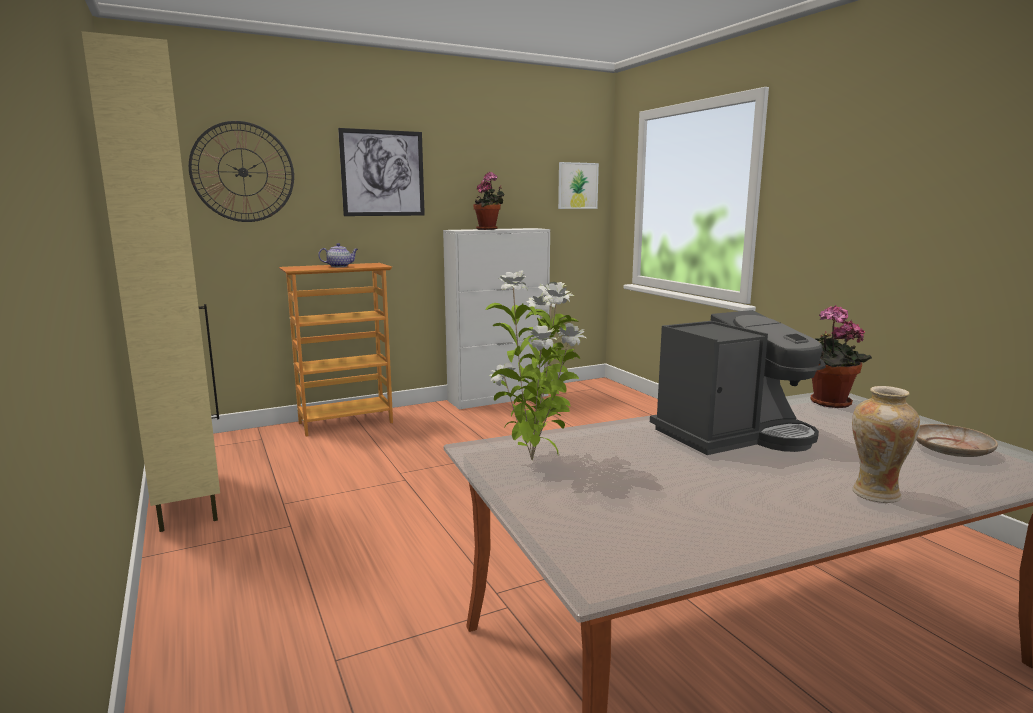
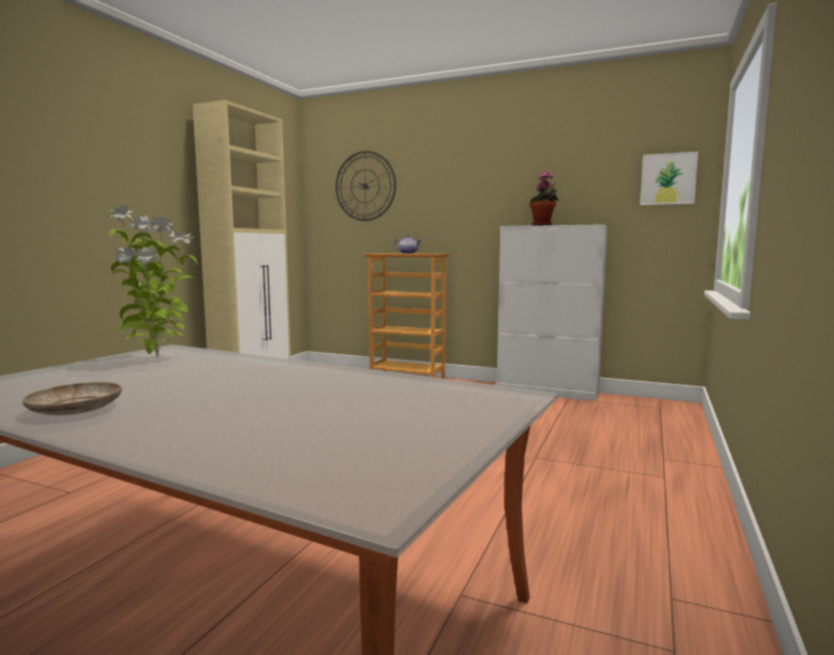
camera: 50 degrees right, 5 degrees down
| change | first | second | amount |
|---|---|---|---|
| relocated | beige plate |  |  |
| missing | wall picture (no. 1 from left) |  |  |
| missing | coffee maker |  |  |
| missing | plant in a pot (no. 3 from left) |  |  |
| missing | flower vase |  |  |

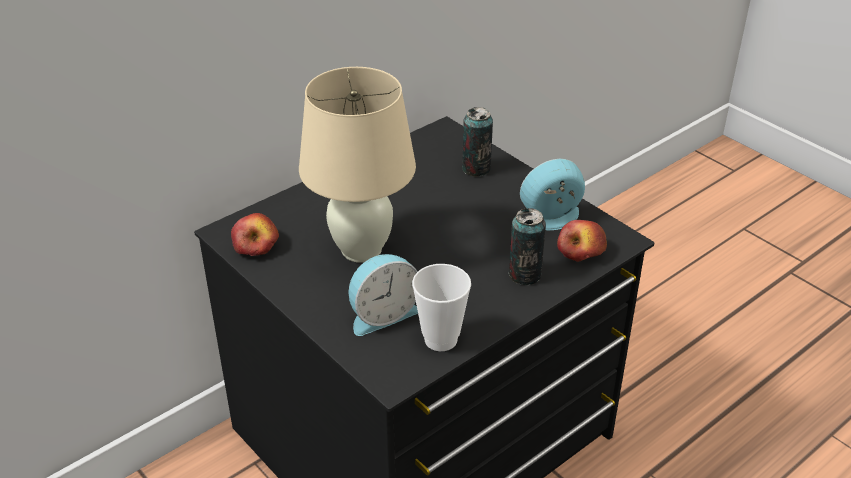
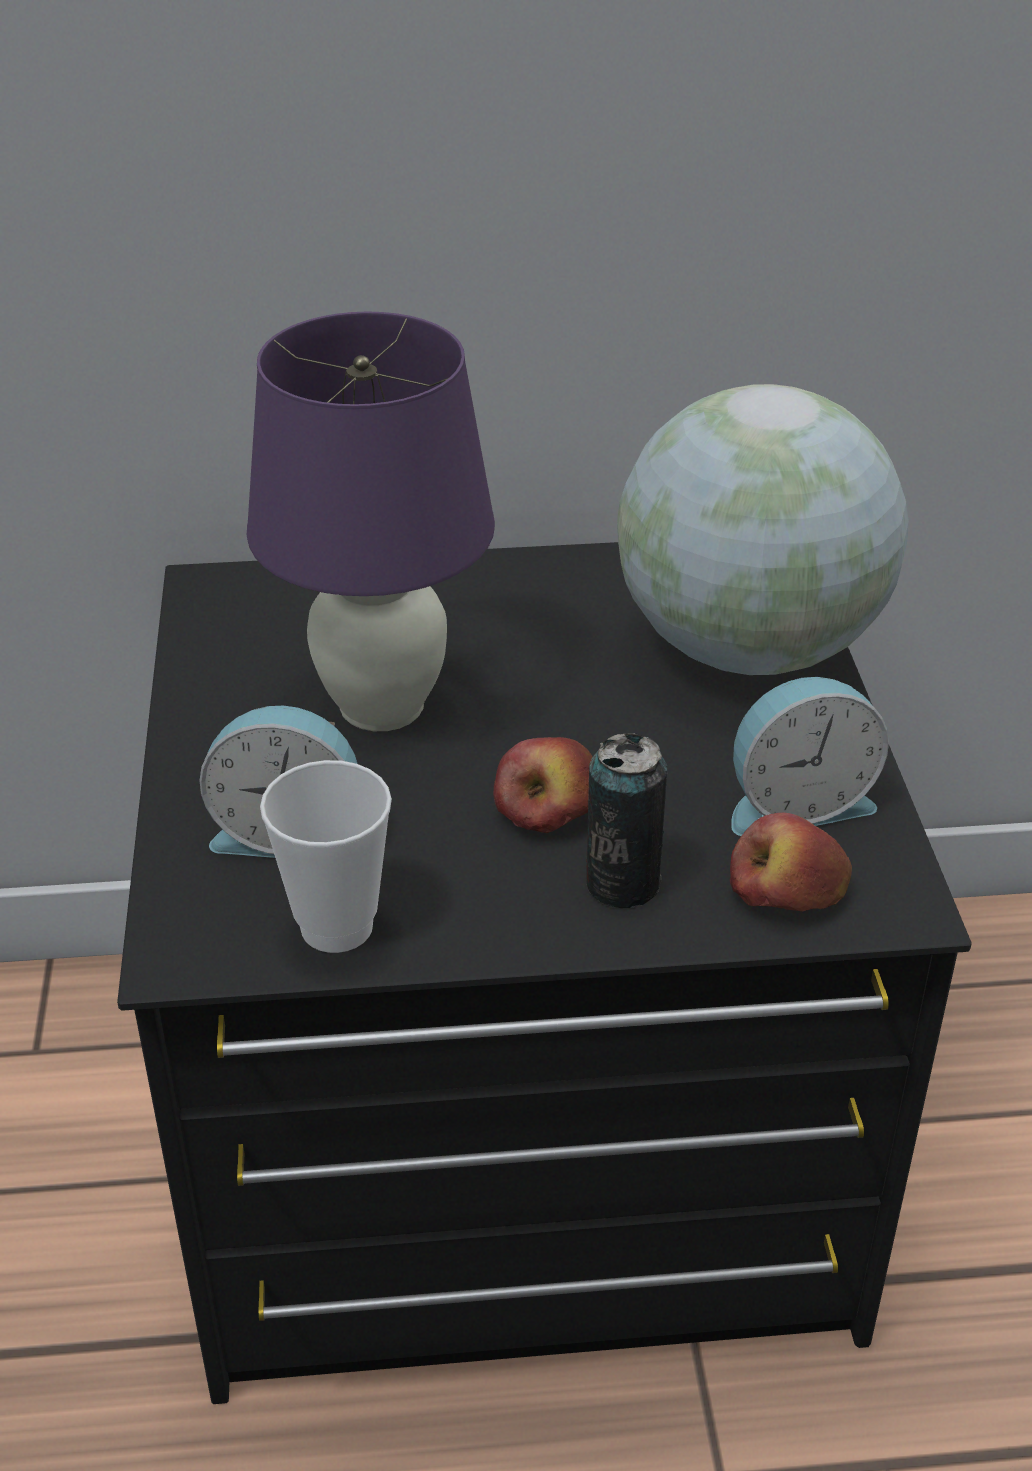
camera: 35 degrees right, 0 degrees up
| change | first | second | amount |
|---|---|---|---|
| colour | beige tabletop lamp | purple tabletop lamp |  |
| relocated | apple (no. 1 from left) |  |  |
| exchanged | metal can (no. 1 from left) | globe |  |
| spun | alarm clock (no. 2 from left) |  | 150 degrees clockwise |

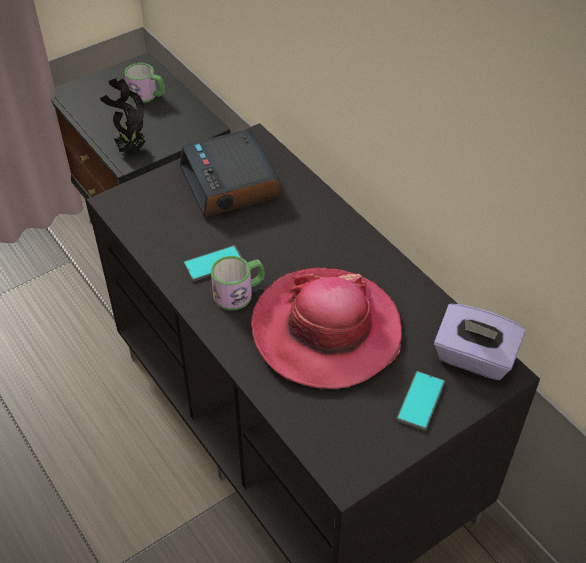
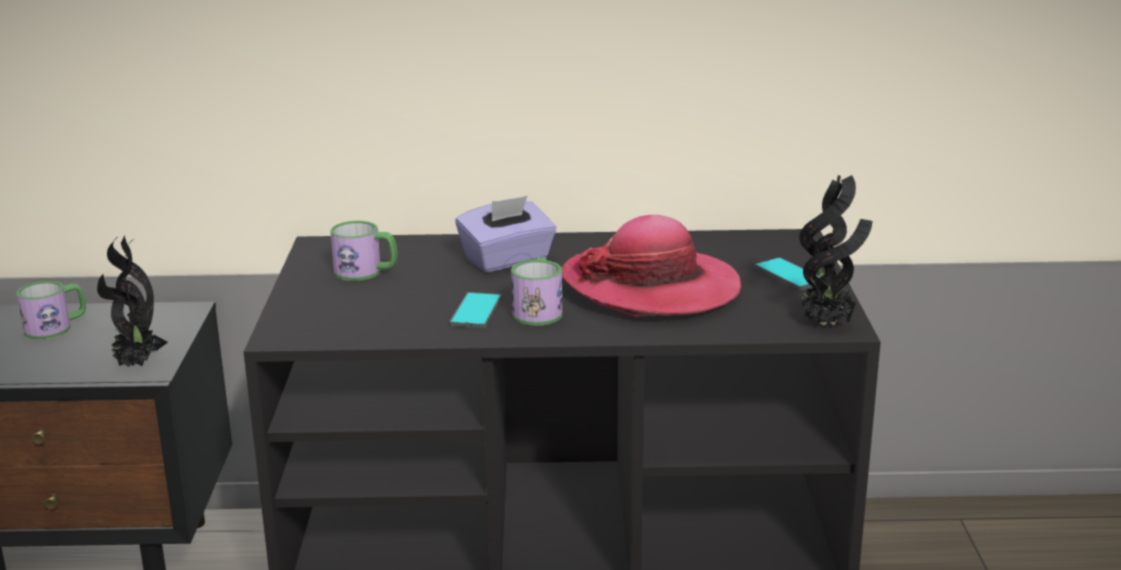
camera: 55 degrees left, 25 degrees down
| change | first | second | amount |
|---|---|---|---|
| exchanged | alarm clock | tea mug (no. 2 from left) |  |
| relocated | purple box of tissues |  |  |
| appeared |  | plant in a pot (no. 2 from left) |  |

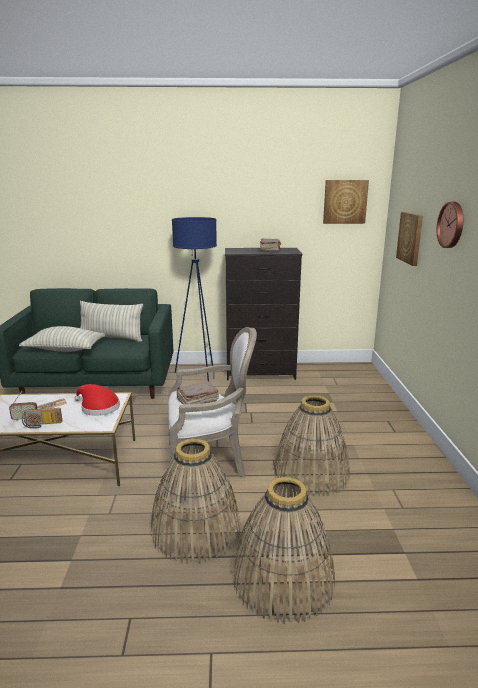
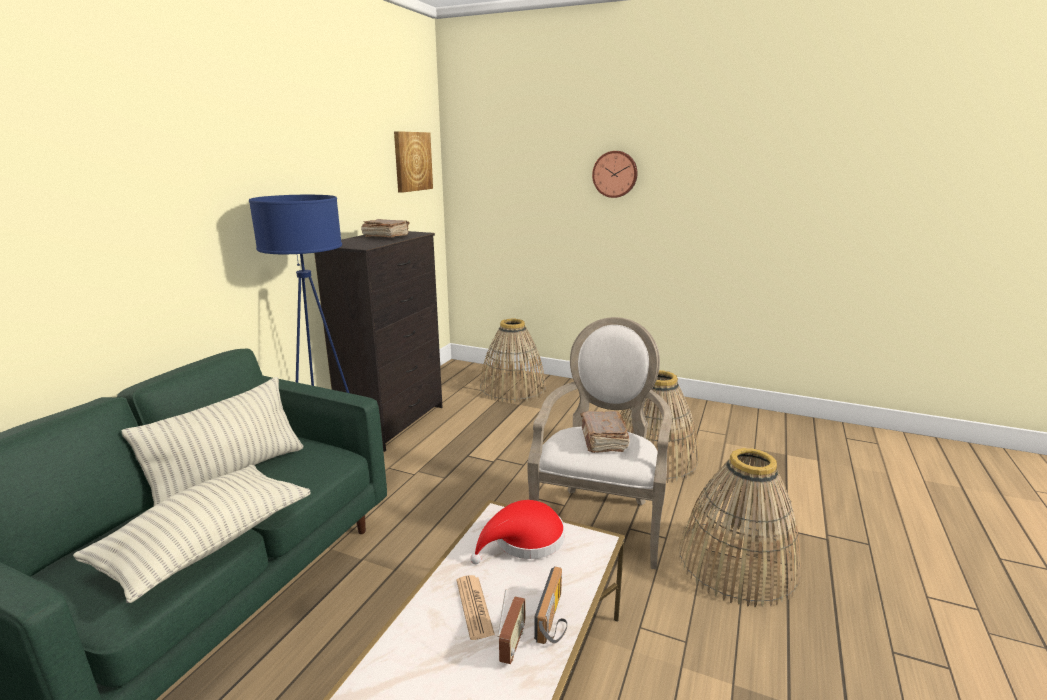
camera: 65 degrees left, 0 degrees up
| change | first | second | amount |
|---|---|---|---|
| relocated | household basket (no. 2 from left in the first image) | household basket (no. 1 from left) |  |
| missing | wall picture (no. 2 from left) |  |  |

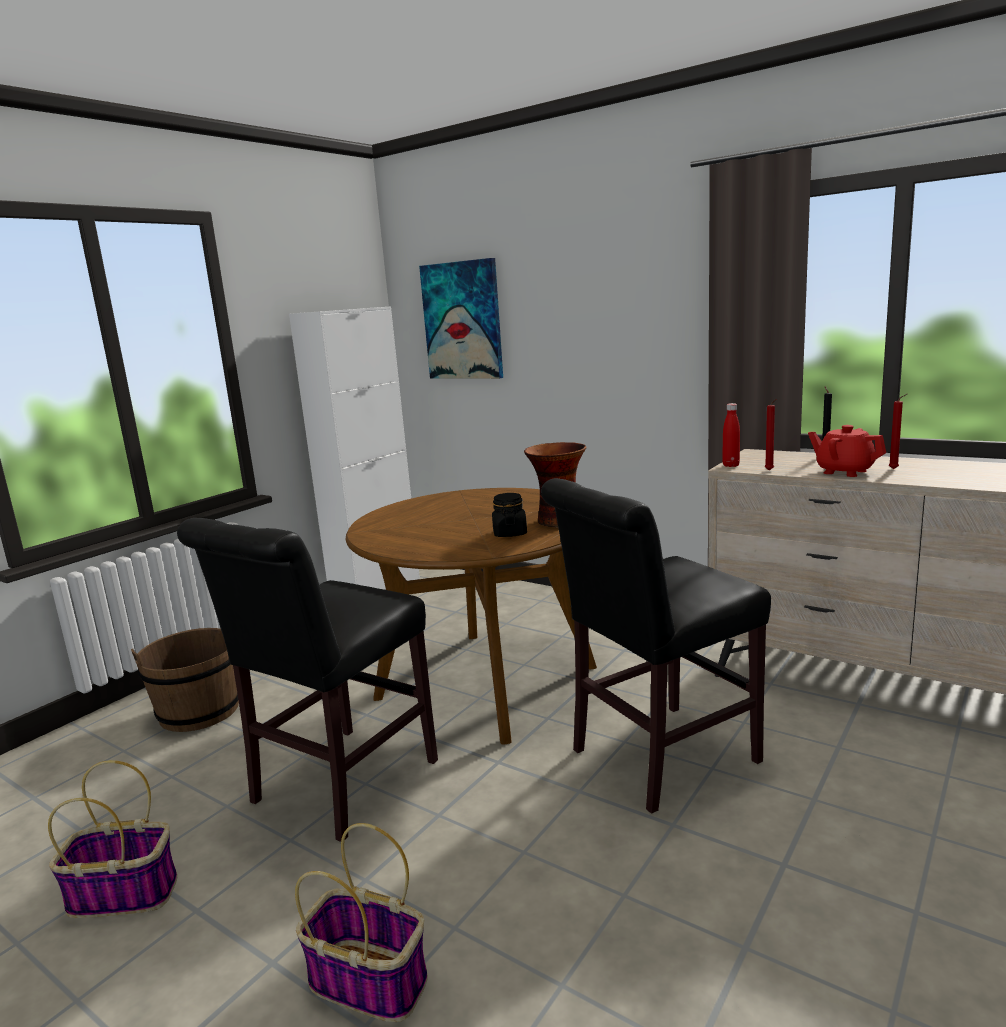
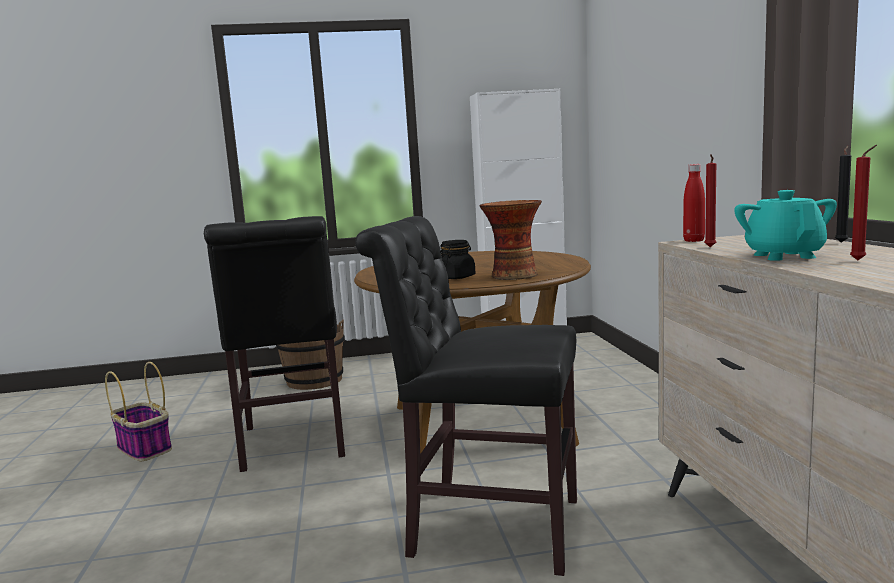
camera: 45 degrees right, 5 degrees down
| change | first | second | amount |
|---|---|---|---|
| spun | black chair (no. 1 from left) |  | 90 degrees counterclockwise |
| colour | red teapot | turquoise teapot |  |
| missing | household basket (no. 2 from left) |  |  |
| missing | wall picture |  |  |

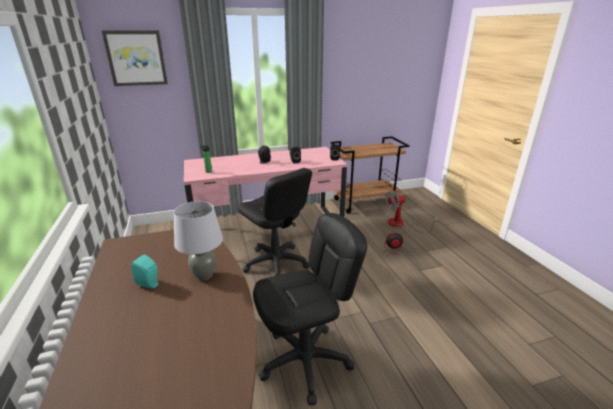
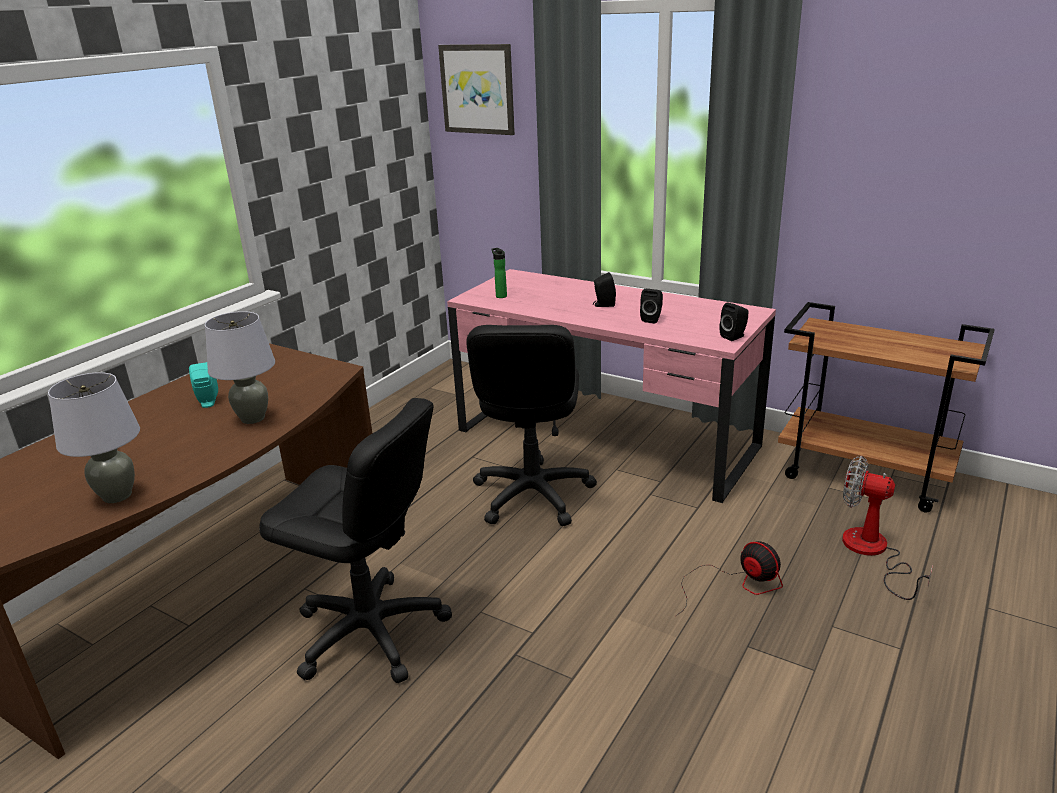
camera: 50 degrees right, 0 degrees up
| change | first | second | amount |
|---|---|---|---|
| appeared |  | gray tabletop lamp (no. 1 from left) |  |

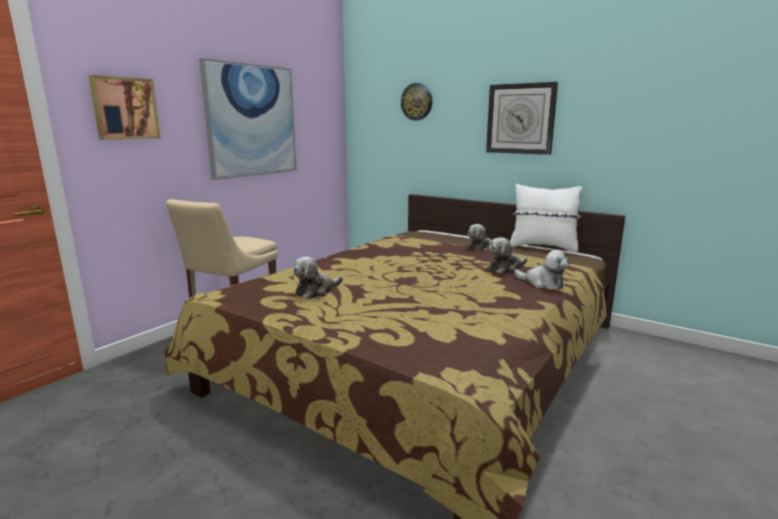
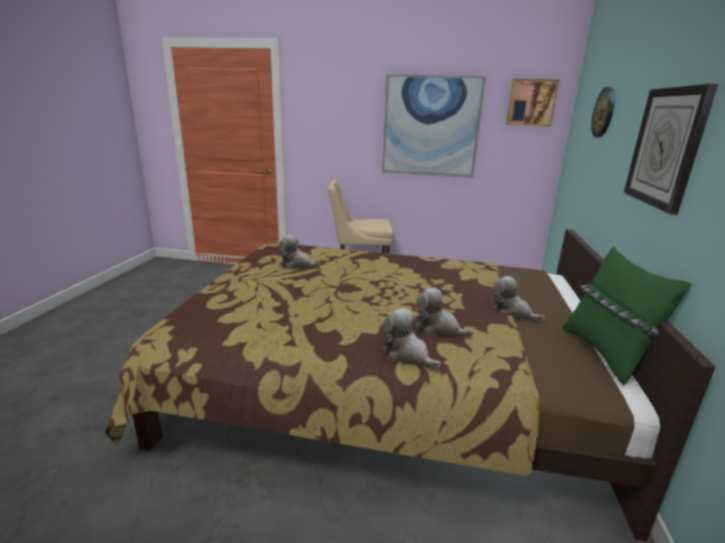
camera: 65 degrees right, 5 degrees up
| change | first | second | amount |
|---|---|---|---|
| spun | cuddly toy (no. 4 from left in the first image) | cuddly toy (no. 2 from left) | 120 degrees clockwise |
| relocated | wall picture (no. 1 from left in the first image) | wall picture (no. 2 from left) |  |
| colour | white-coloured cushion | greenish cushion |  |

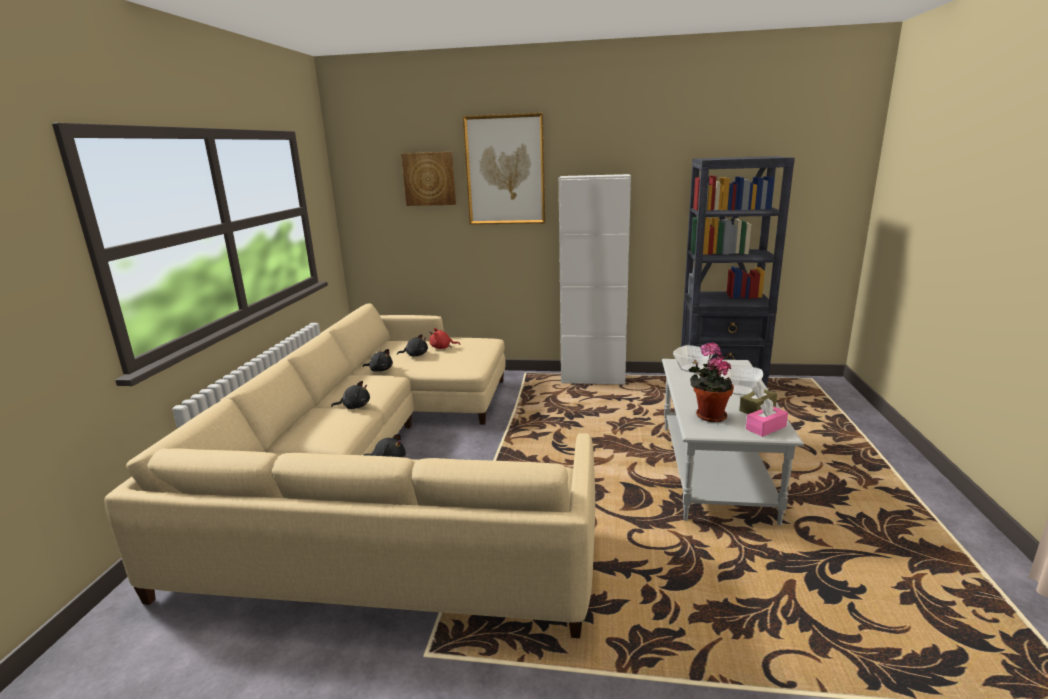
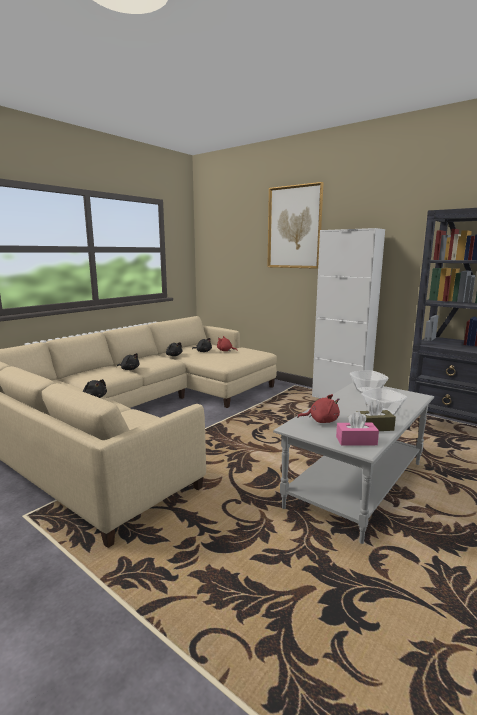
camera: 30 degrees right, 5 degrees down
| change | first | second | amount |
|---|---|---|---|
| exchanged | plant in a pot | red cuddly toy (no. 2 from left) |  |
| missing | wall picture (no. 1 from left) |  |  |

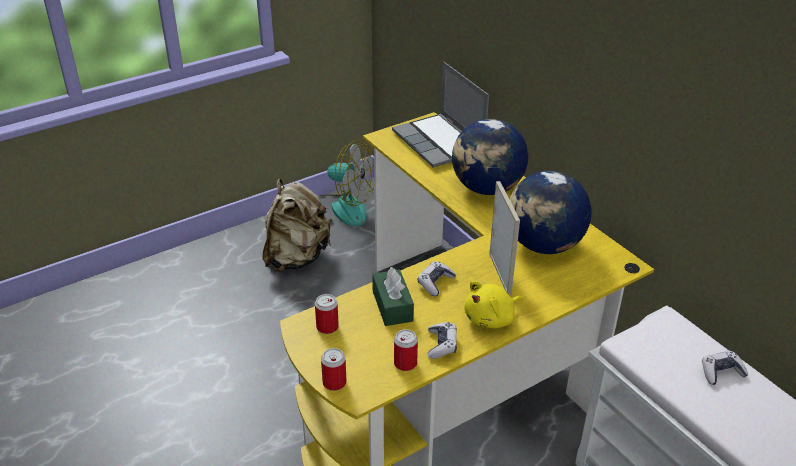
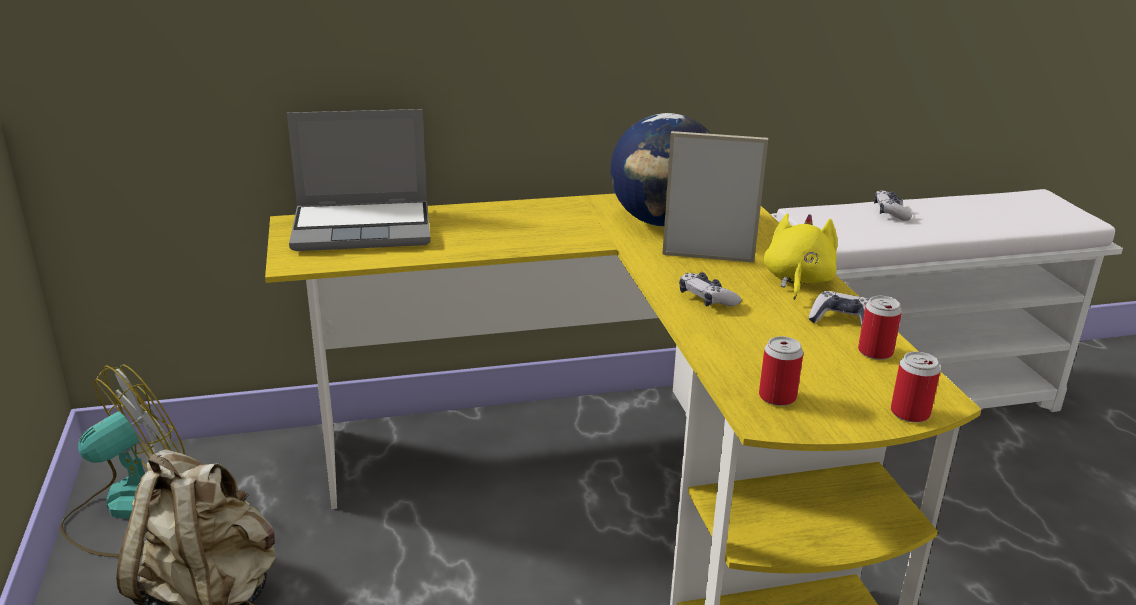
camera: 70 degrees left, 10 degrees down
| change | first | second | amount |
|---|---|---|---|
| spun | yellow cuddly toy |  | 150 degrees counterclockwise |
| missing | greenish box of tissues |  |  |
| missing | globe (no. 1 from left) |  |  |

